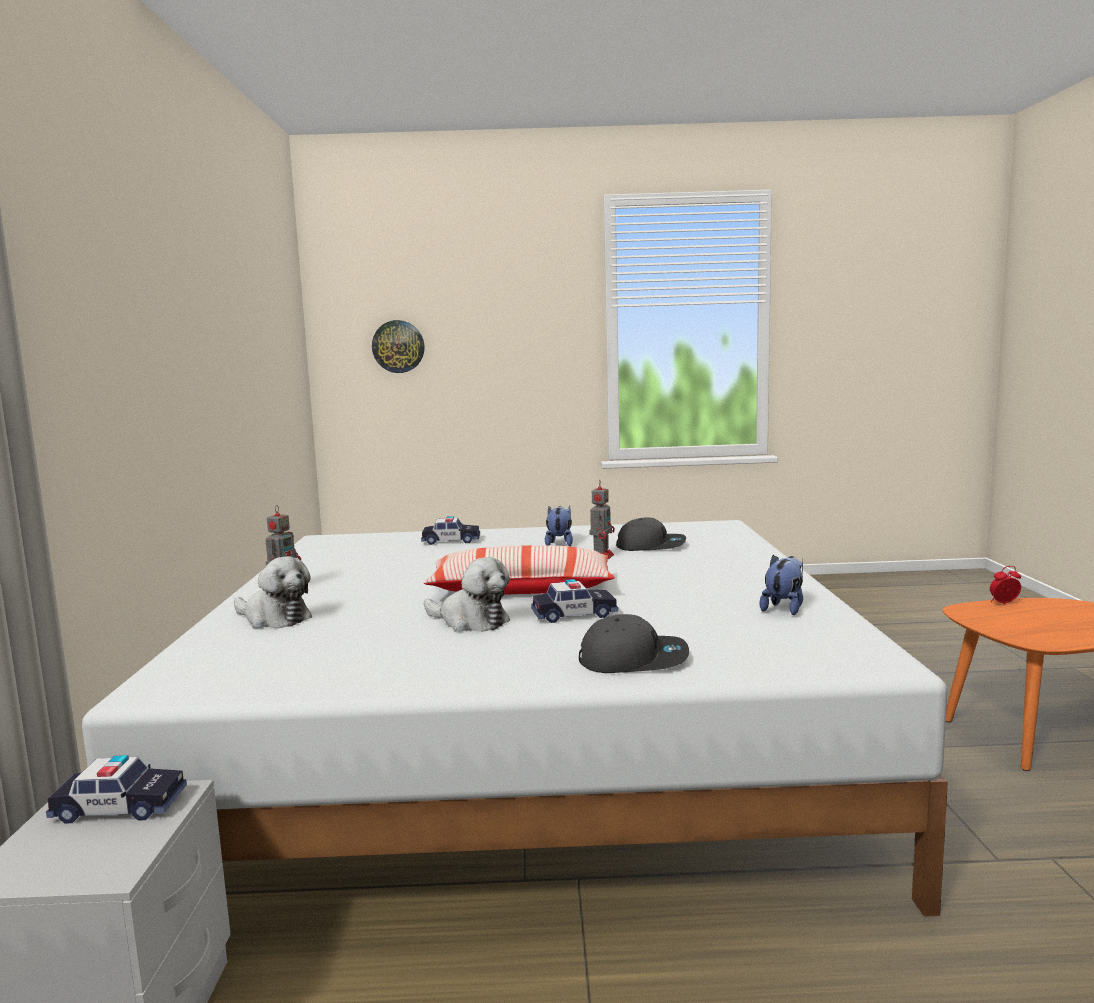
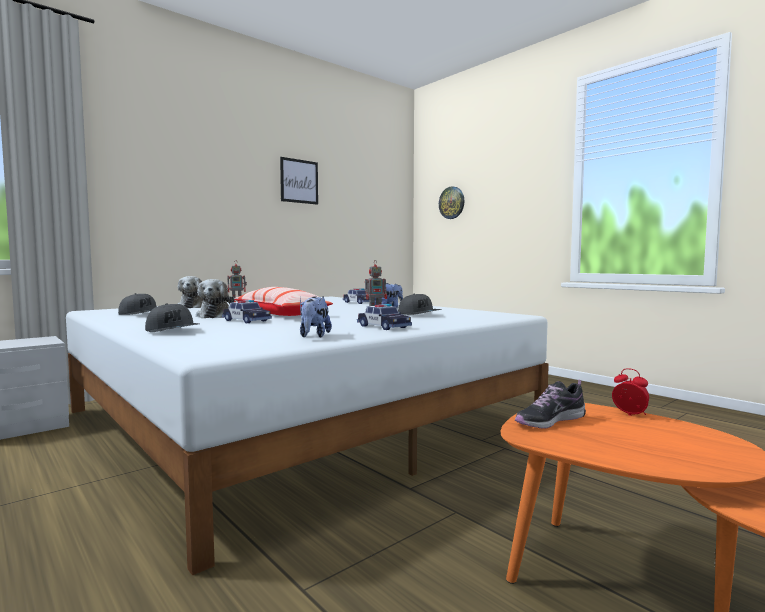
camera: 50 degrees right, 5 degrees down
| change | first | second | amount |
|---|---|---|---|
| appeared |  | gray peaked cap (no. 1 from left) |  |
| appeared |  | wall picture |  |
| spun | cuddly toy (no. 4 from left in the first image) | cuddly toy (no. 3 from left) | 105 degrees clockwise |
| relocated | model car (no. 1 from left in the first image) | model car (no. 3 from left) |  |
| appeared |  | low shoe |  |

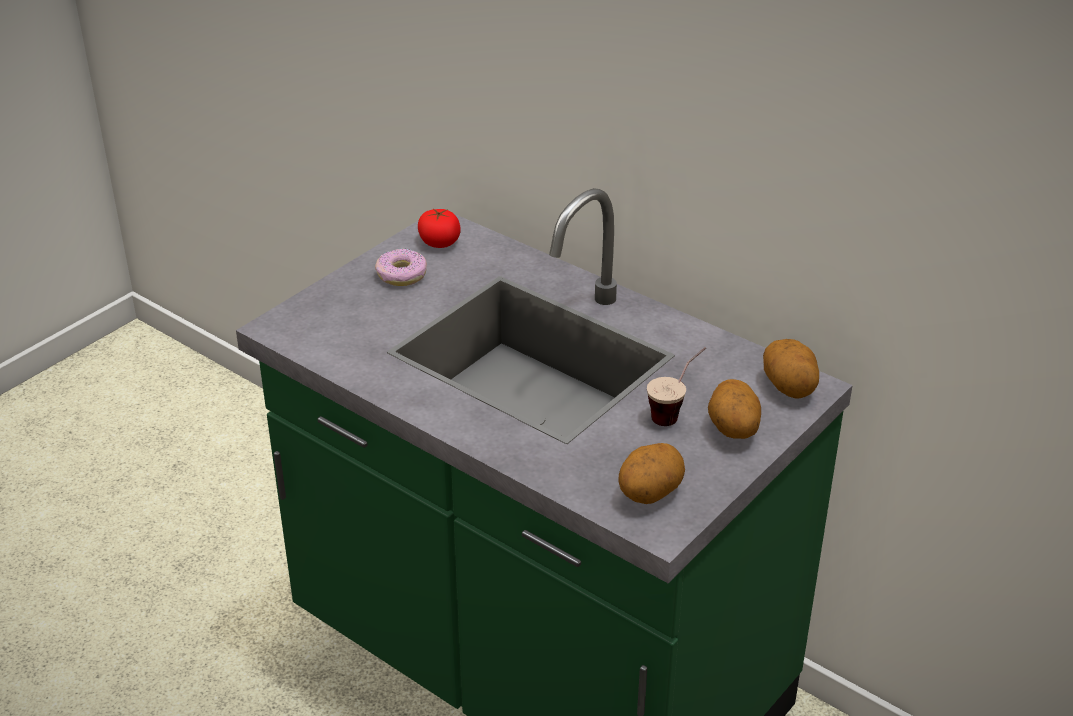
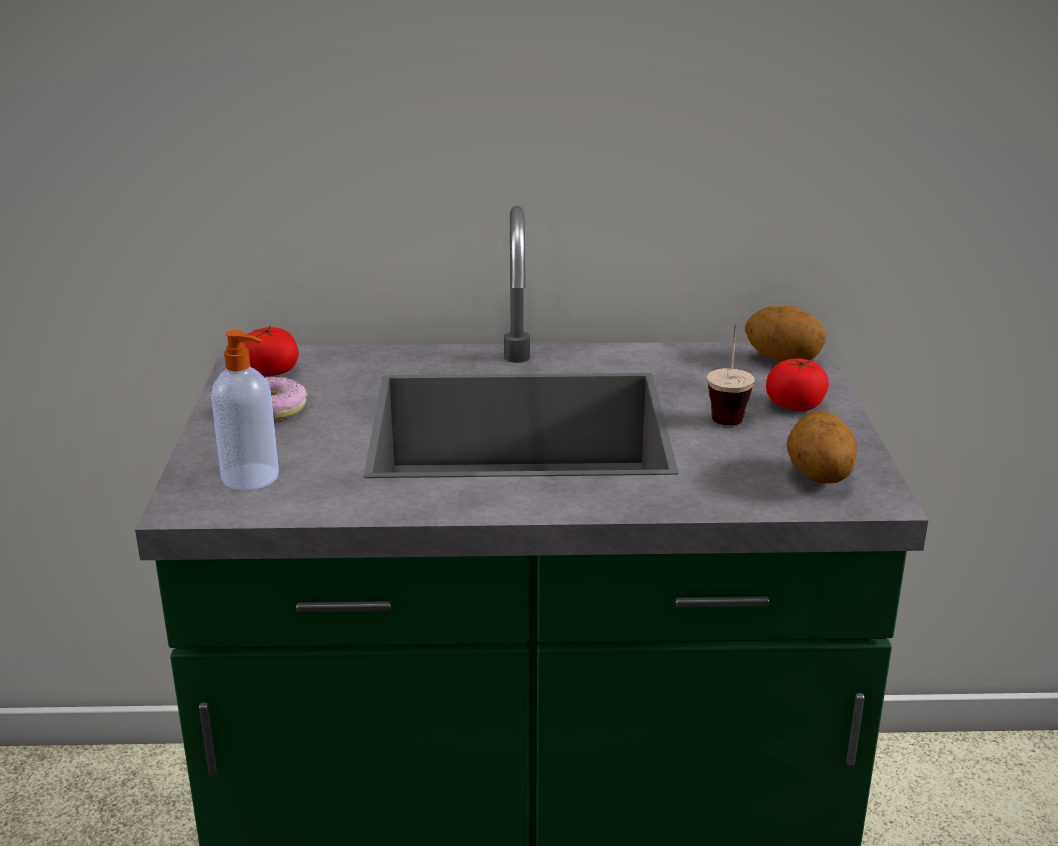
camera: 40 degrees left, 10 degrees down
| change | first | second | amount |
|---|---|---|---|
| appeared |  | liquid soap bottle |  |
| exchanged | spud (no. 2 from left) | tomato (no. 2 from left) |  |

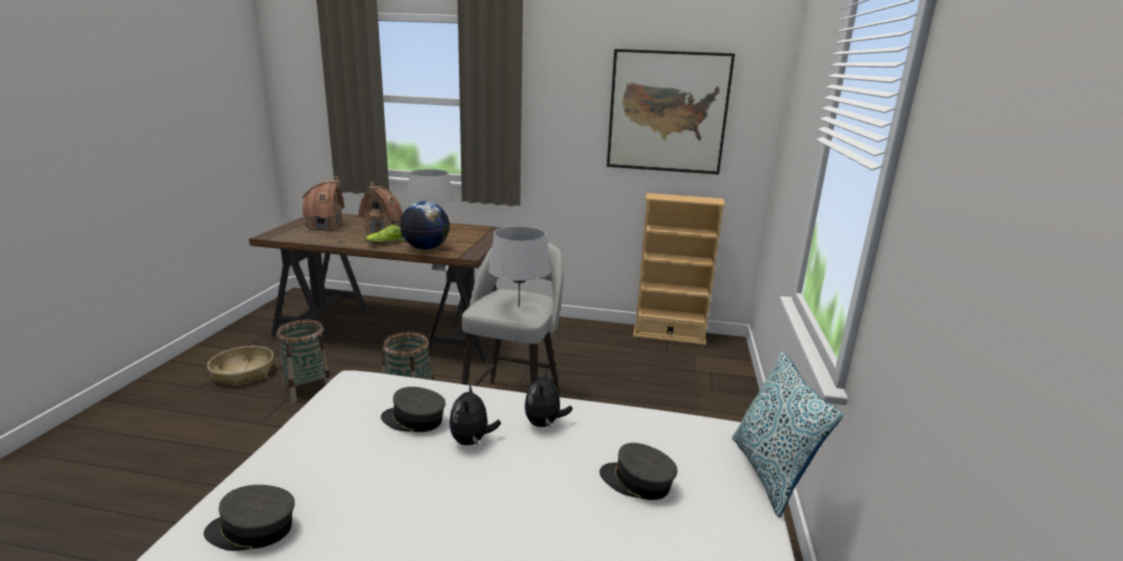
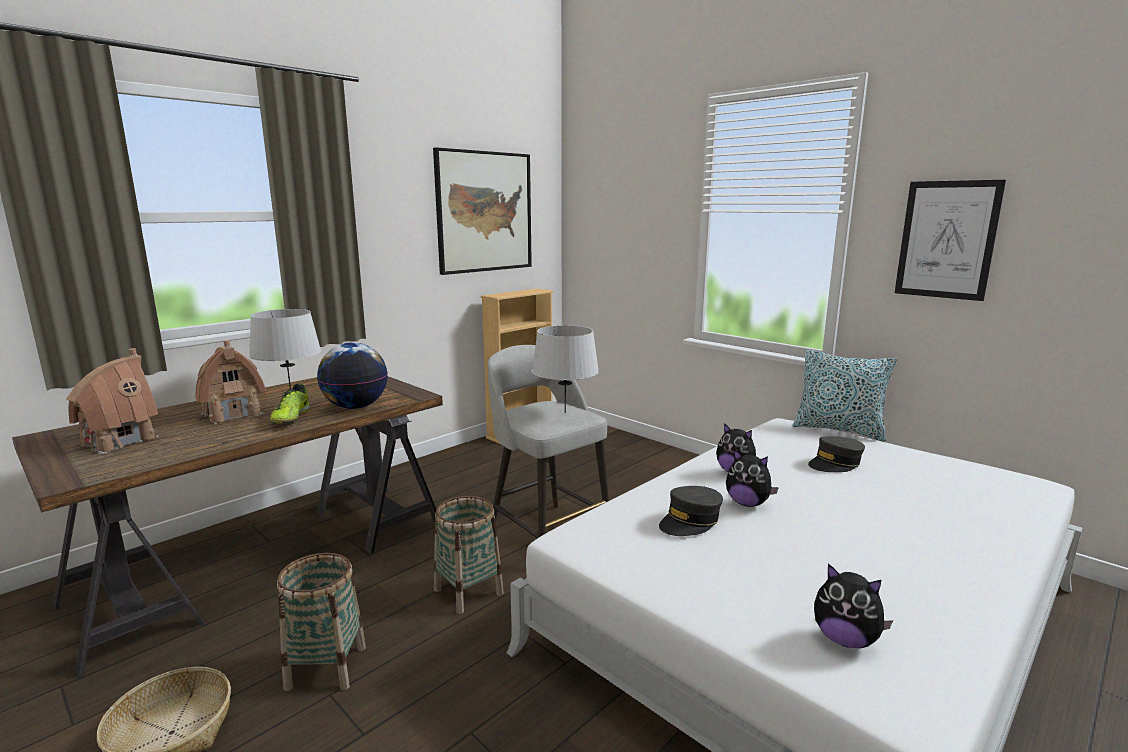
camera: 55 degrees left, 5 degrees down
| change | first | second | amount |
|---|---|---|---|
| exchanged | gray peaked cap (no. 1 from left) | cuddly toy (no. 3 from left) |  |
| appeared |  | wall picture (no. 2 from left) |  |

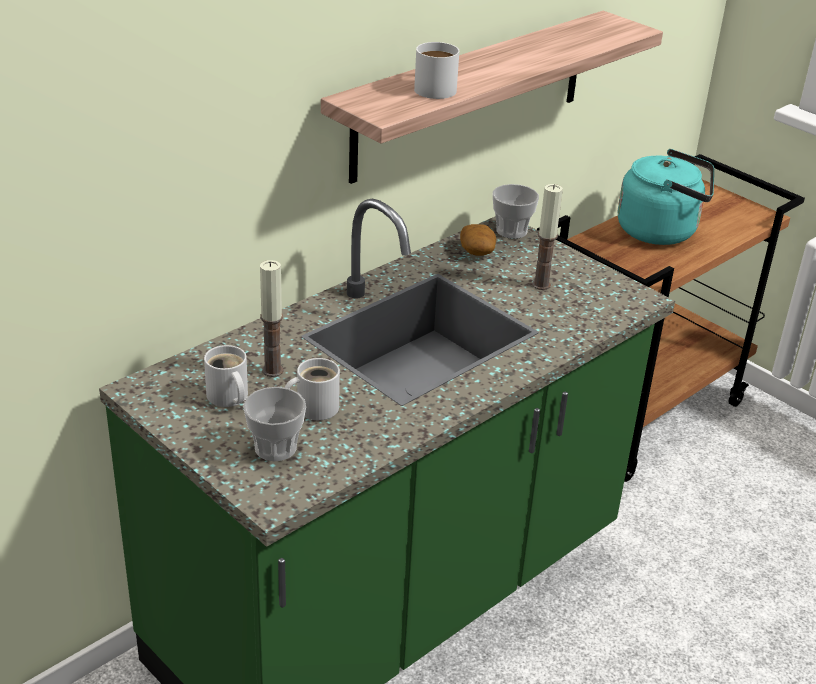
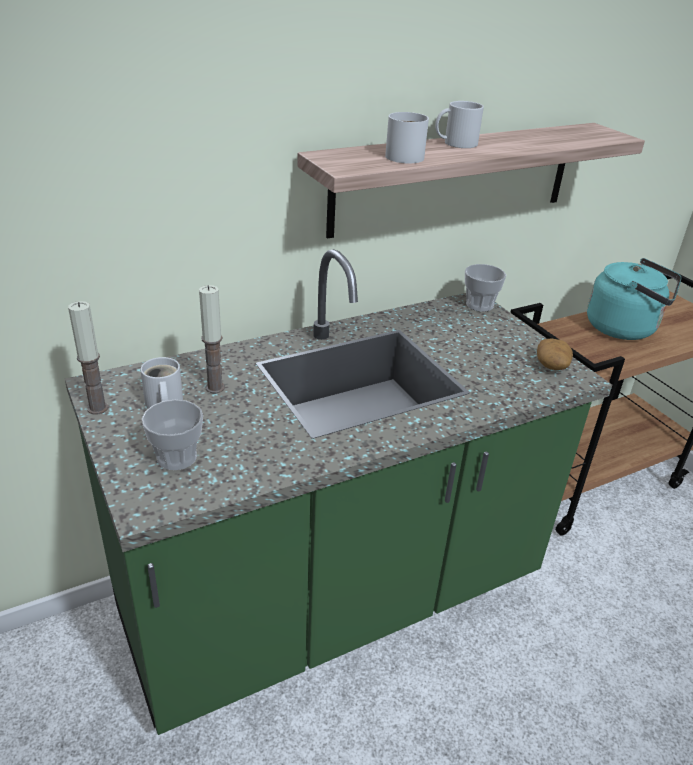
camera: 15 degrees right, 0 degrees up
| change | first | second | amount |
|---|---|---|---|
| relocated | wax light (no. 2 from left in the first image) | wax light (no. 1 from left) |  |
| relocated | white-coloured tea mug (no. 2 from left in the first image) | white-coloured tea mug (no. 3 from left) |  |
| relocated | spud |  |  |

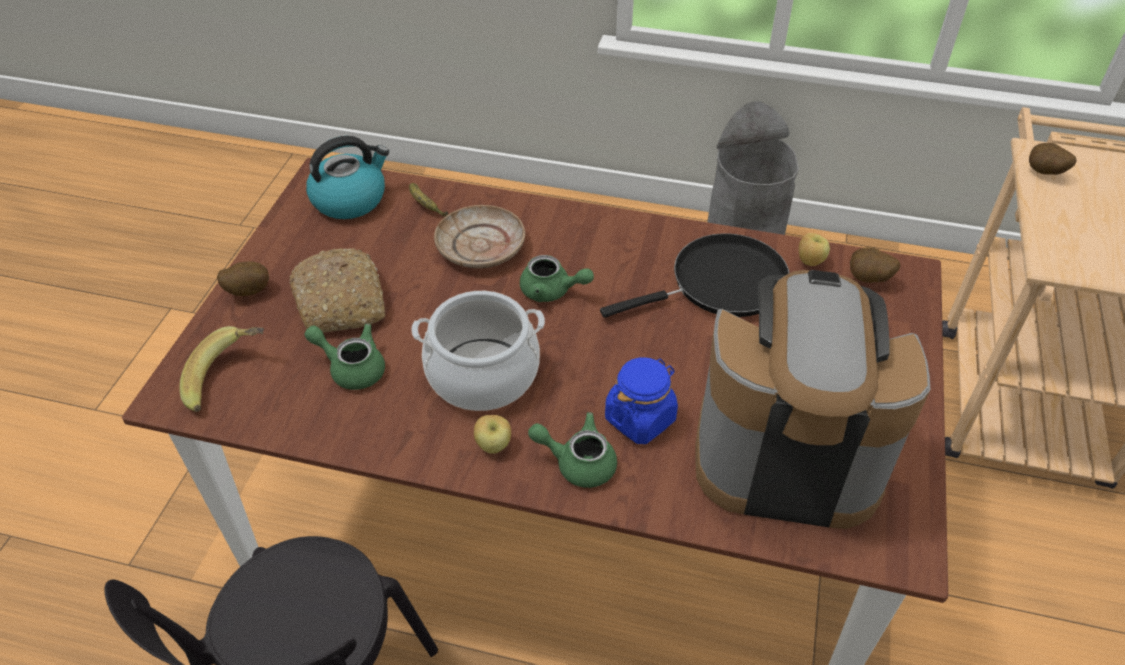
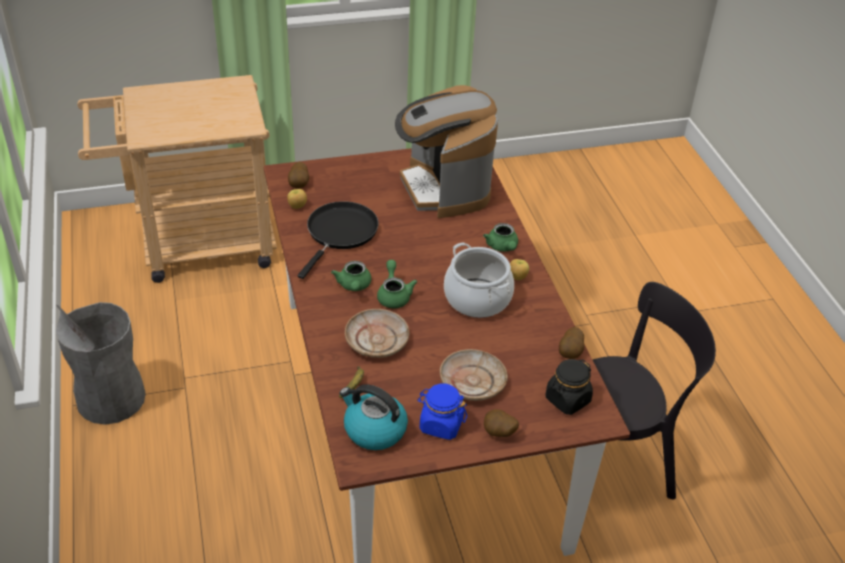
camera: 120 degrees left, 5 degrees down
| change | first | second | amount |
|---|---|---|---|
| spun | black skillet |  | 75 degrees clockwise |
| relocated | greenish teapot (no. 1 from left) |  |  |
| relocated | blue storage jar |  |  |
| exchanged | bread | beige plate (no. 2 from left) |  |
| exchanged | banana fruit (no. 1 from left) | black storage jar |  |
| relocated | spud (no. 3 from left) |  |  |

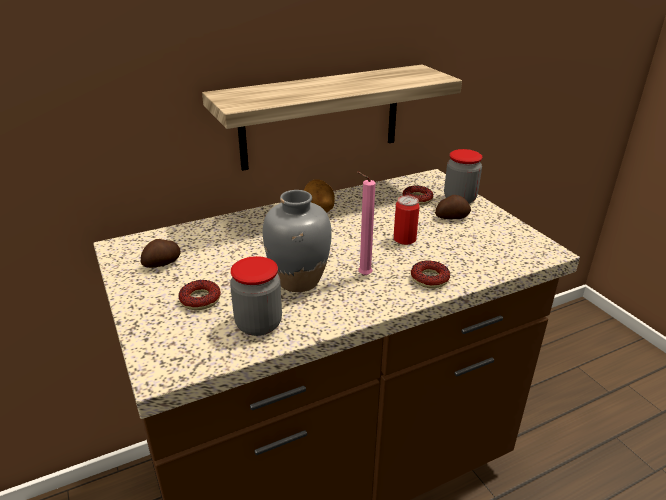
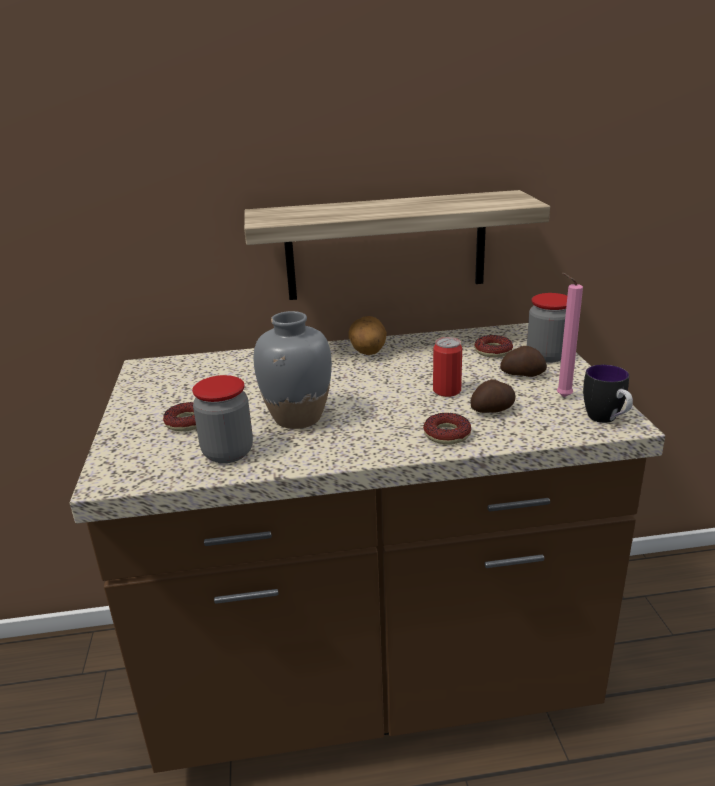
camera: 20 degrees right, 5 degrees down
| change | first | second | amount |
|---|---|---|---|
| relocated | spud (no. 1 from left in the first image) | spud (no. 2 from left) |  |
| relocated | pinkish wax light |  |  |
| appeared |  | tea mug |  |

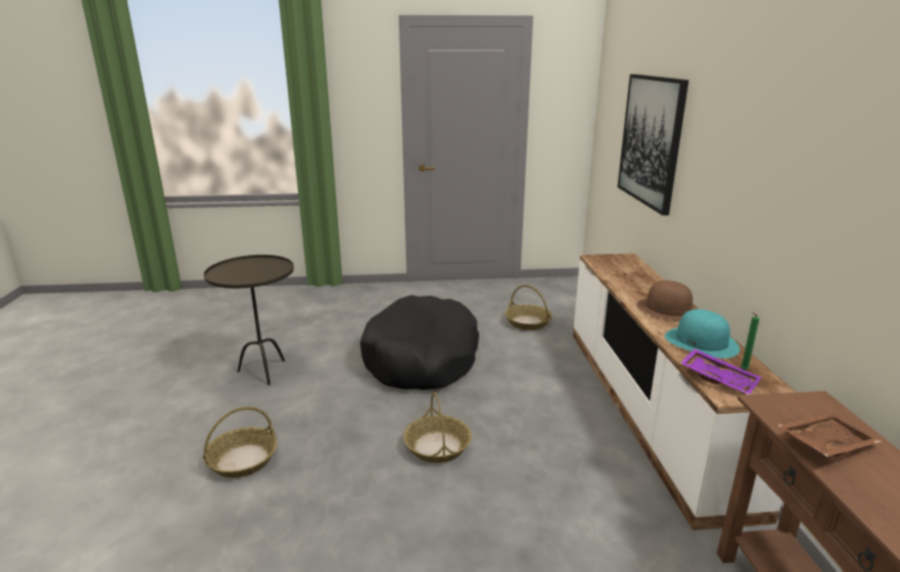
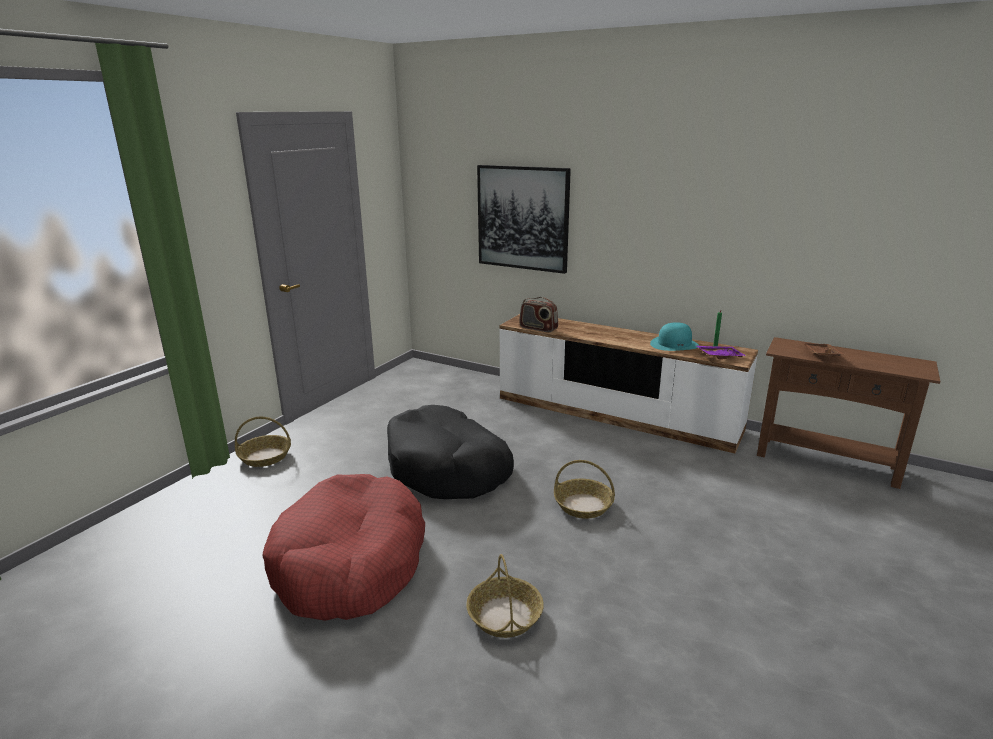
camera: 55 degrees left, 0 degrees up
| change | first | second | amount |
|---|---|---|---|
| relocated | household basket (no. 3 from left in the first image) | household basket (no. 1 from left) |  |
| exchanged | brown-coloured end table | red dog cushion |  |
| appeared |  | radio receiver |  |
| missing | brown-coloured hat |  |  |

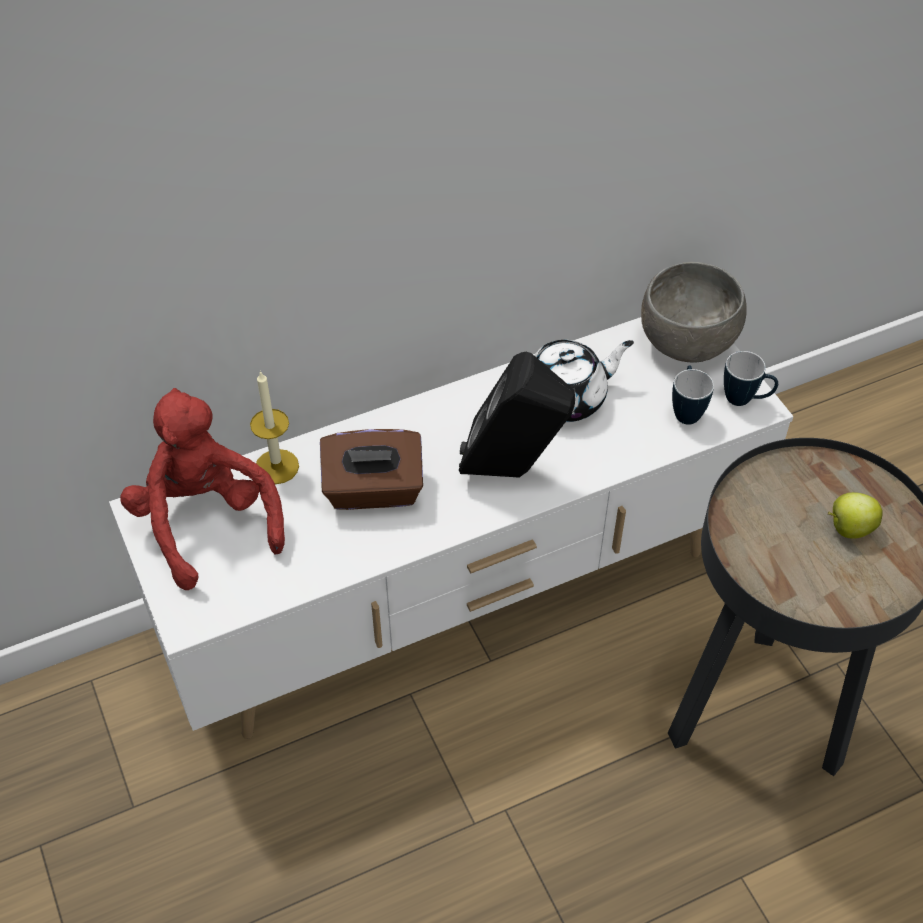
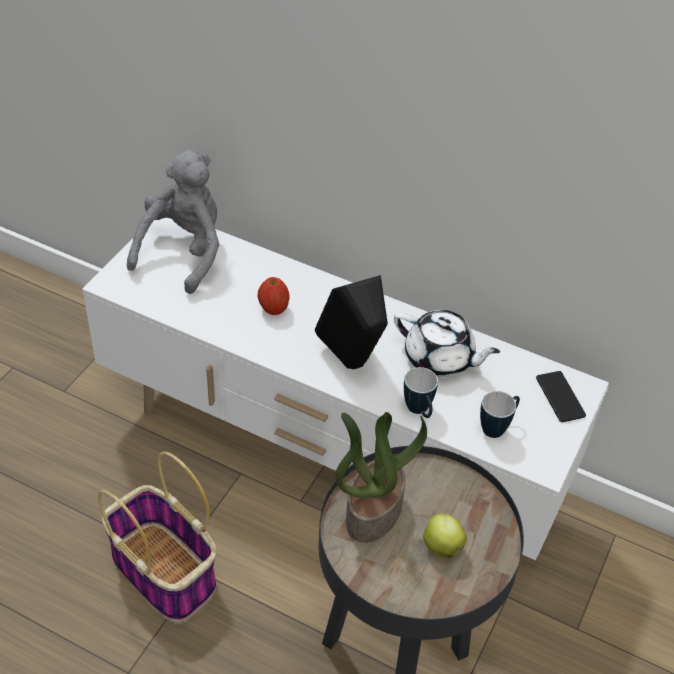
camera: 50 degrees right, 5 degrees down
| change | first | second | amount |
|---|---|---|---|
| appeared |  | household basket |  |
| colour | red cuddly toy | gray cuddly toy |  |
| exchanged | brown-coloured box of tissues | apple (no. 1 from left) |  |
| appeared |  | plant in a pot |  |
| relocated | tea mug (no. 2 from left in the first image) | tea mug (no. 1 from left) |  |
| exchanged | gray bowl | handset |  |
| missing | wax light |  |  |

